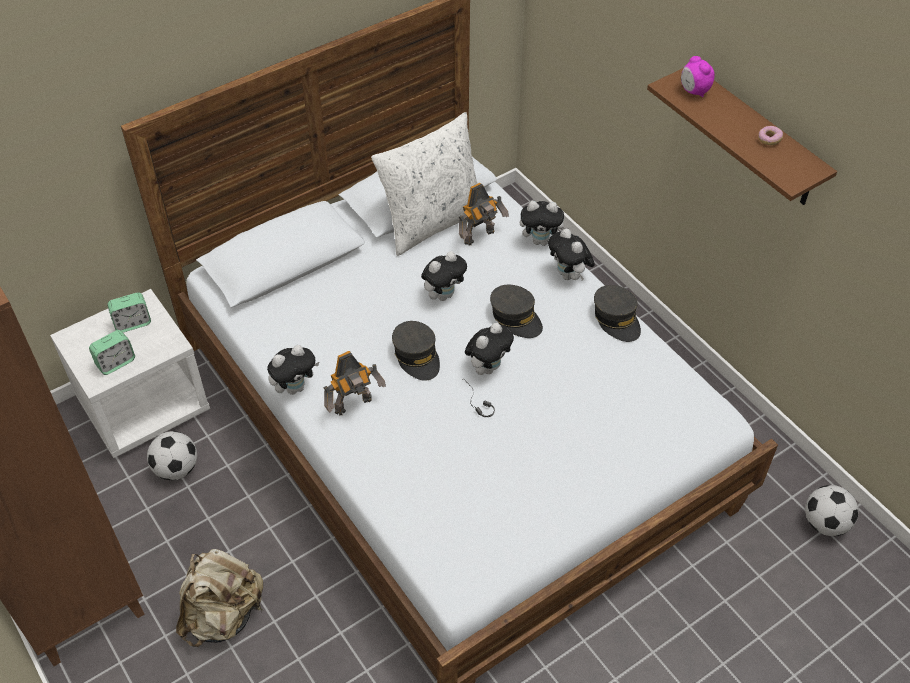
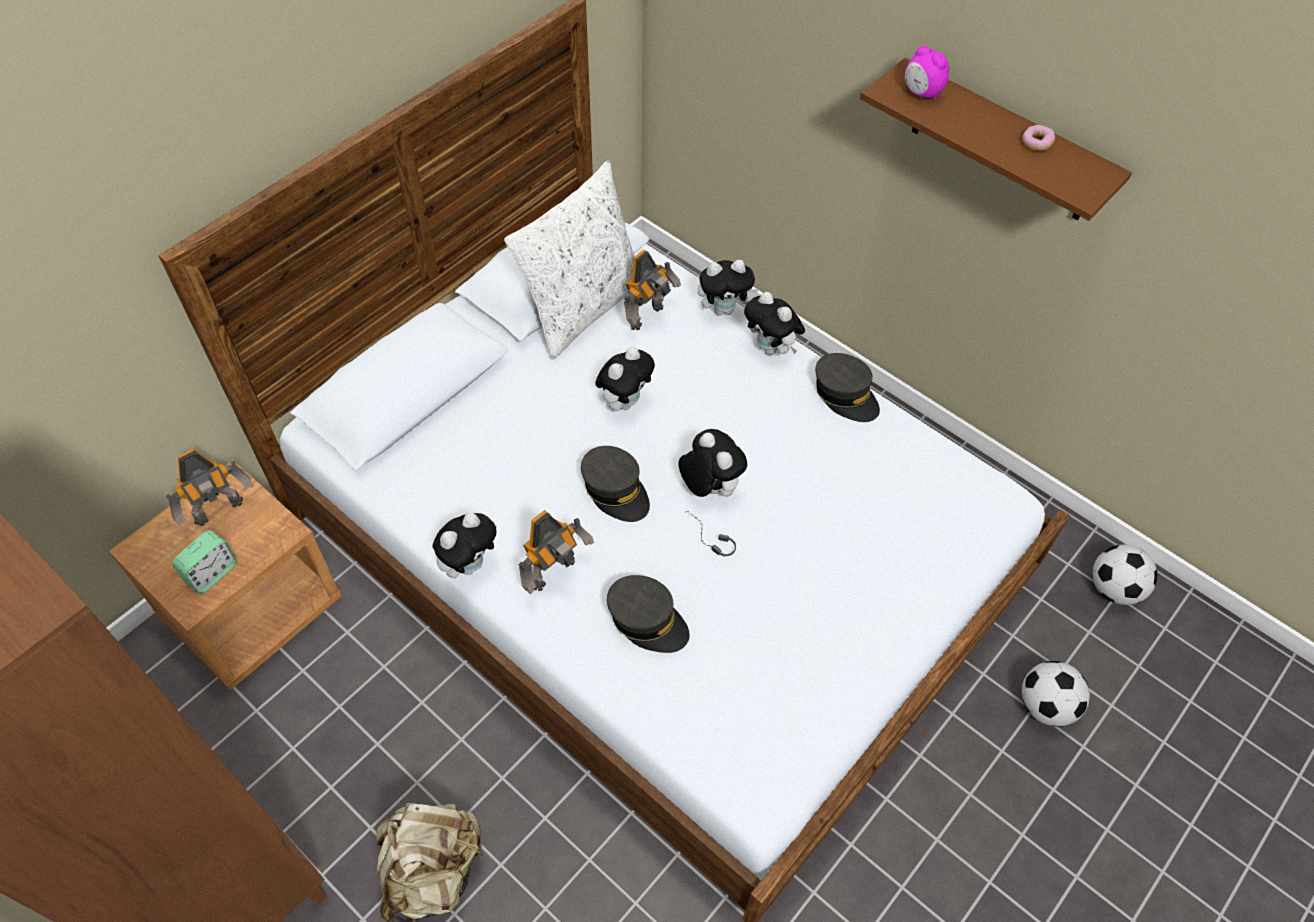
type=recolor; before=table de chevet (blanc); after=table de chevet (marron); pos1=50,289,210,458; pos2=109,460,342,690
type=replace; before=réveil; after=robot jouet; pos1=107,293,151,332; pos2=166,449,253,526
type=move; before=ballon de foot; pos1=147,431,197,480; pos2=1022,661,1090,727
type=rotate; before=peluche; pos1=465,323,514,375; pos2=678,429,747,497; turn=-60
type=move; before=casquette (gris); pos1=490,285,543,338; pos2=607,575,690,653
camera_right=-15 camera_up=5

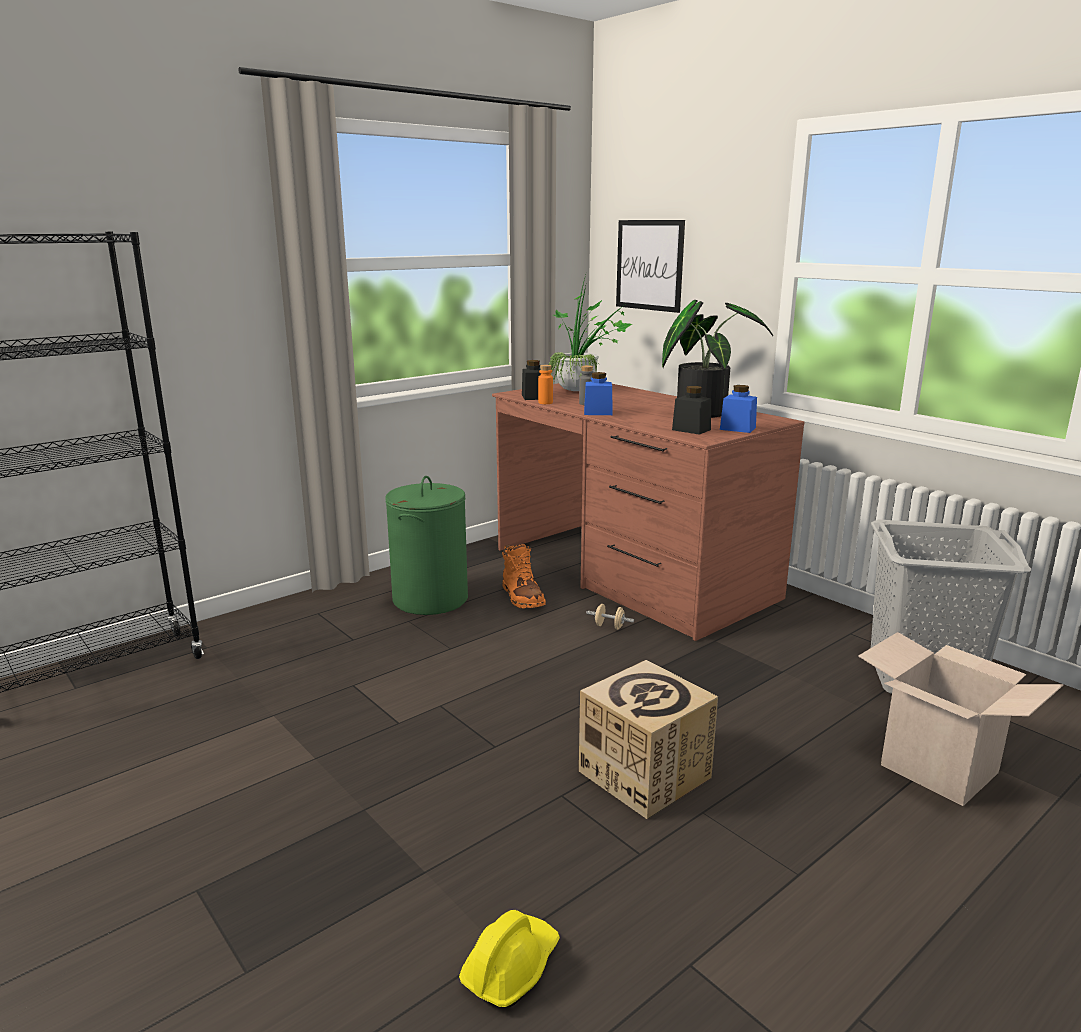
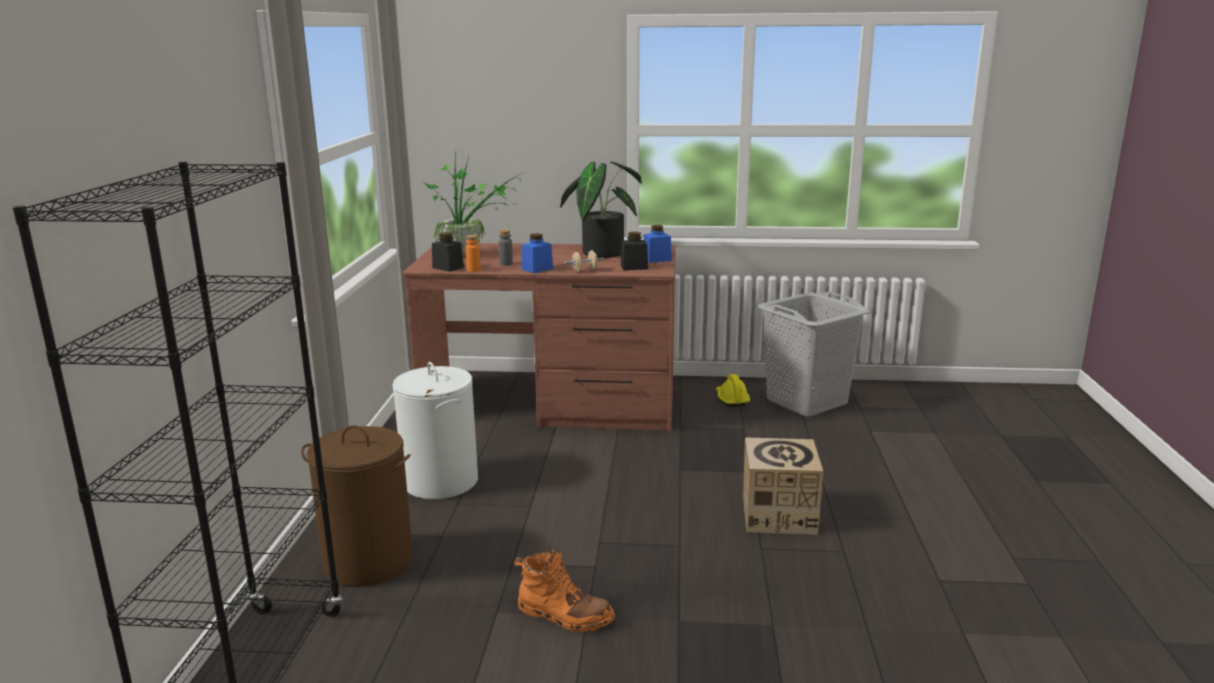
type=recolor; before=panier à linge (vert); after=panier à linge (blanc); pos1=385,476,468,615; pos2=392,362,478,499
type=move; before=casque de chantier (jaune); pos1=459,910,560,1007; pos2=716,374,750,406
type=move; before=botte (orange); pos1=502,544,546,609; pos2=513,550,615,632
type=move; before=haltère (beige); pos1=586,604,634,630; pos2=564,250,605,272
type=delete; before=tableau; pos1=616,220,685,313
type=delete; before=carton; pos1=858,632,1063,806
type=insert; after=panier à linge (marron); pos2=301,425,413,587
camera_right=-45 camera_up=0

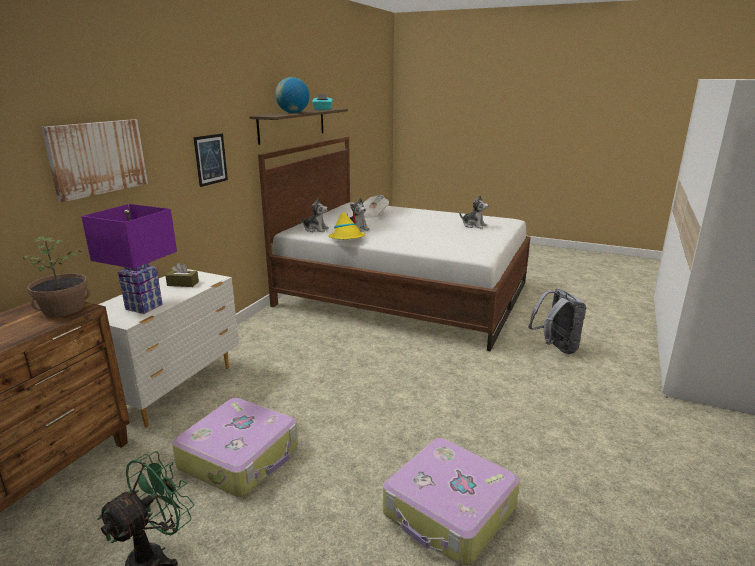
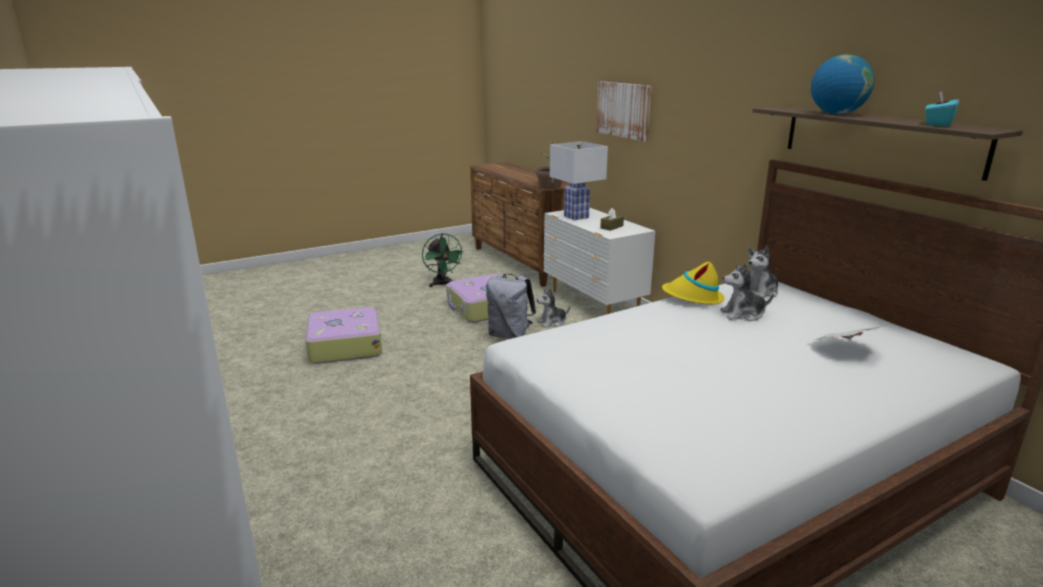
type=recolor; before=lampe de table (violet); after=lampe de table (blanc); pos1=81,204,177,314; pos2=550,141,608,220
type=delete; before=tableau; pos1=193,133,228,187
type=move; before=peluche; pos1=459,195,489,229; pos2=537,289,570,328
type=move; before=sac à dos (gris); pos1=528,288,586,354; pos2=486,274,536,339
camera_right=125 camera_up=0

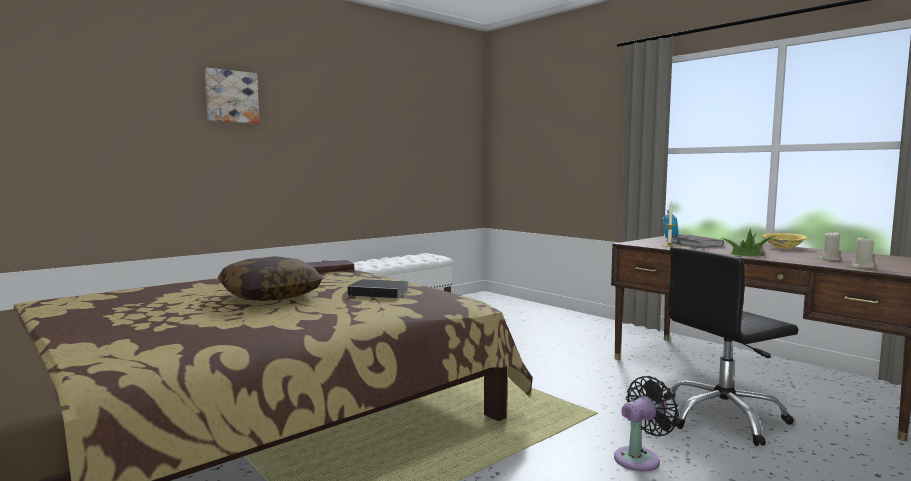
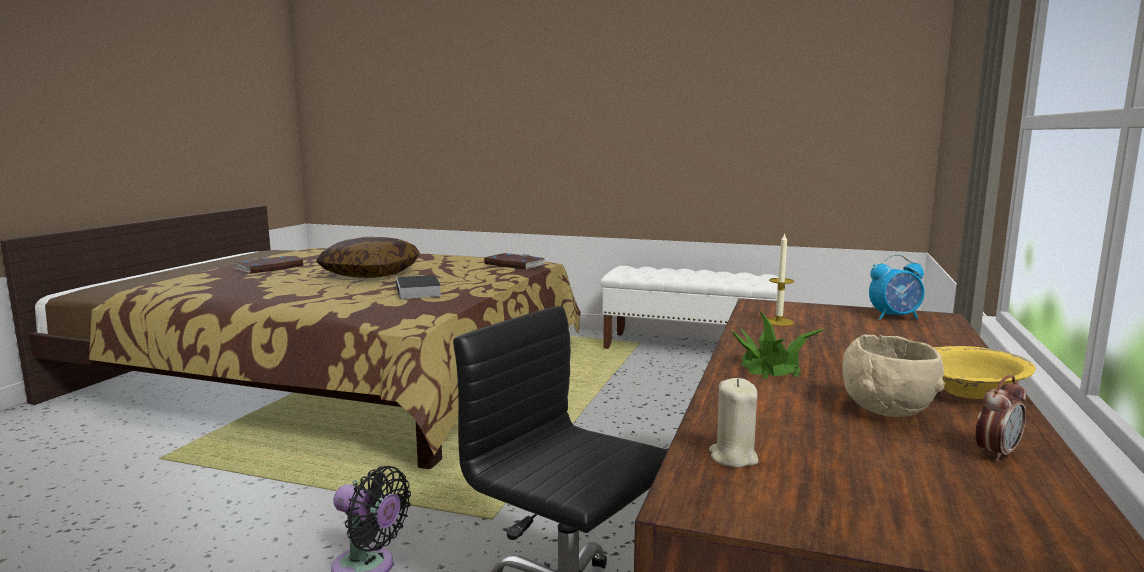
type=delete; before=tableau; pos1=205,68,259,124
type=move; before=livre; pos1=666,235,724,248; pos2=235,256,304,274
type=delete; before=bougie (beige); pos1=821,231,840,260
type=insert; after=bol (beige); pos2=843,335,945,417
type=insert; after=réveil; pos2=975,375,1027,462
camera_right=60 camera_up=5

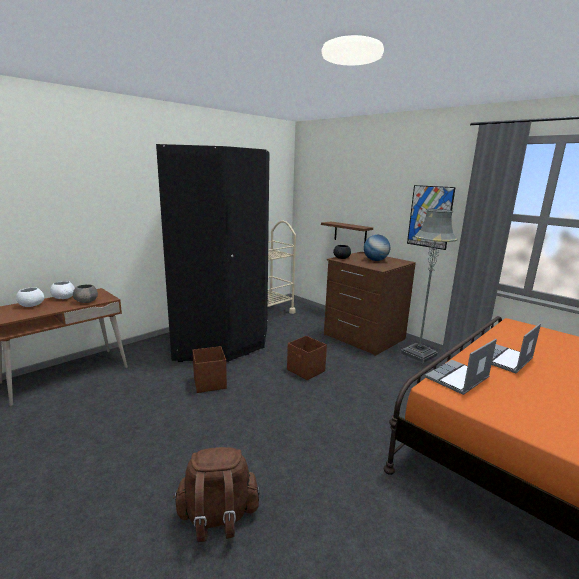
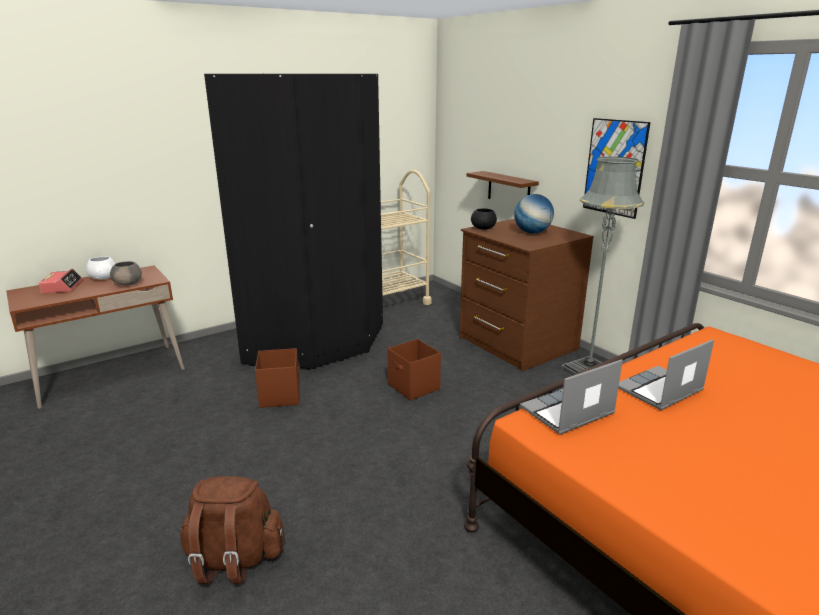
type=replace; before=bol (blanc); after=réveil; pos1=16,287,44,307; pos2=38,269,83,293
camera_right=10 camera_up=5

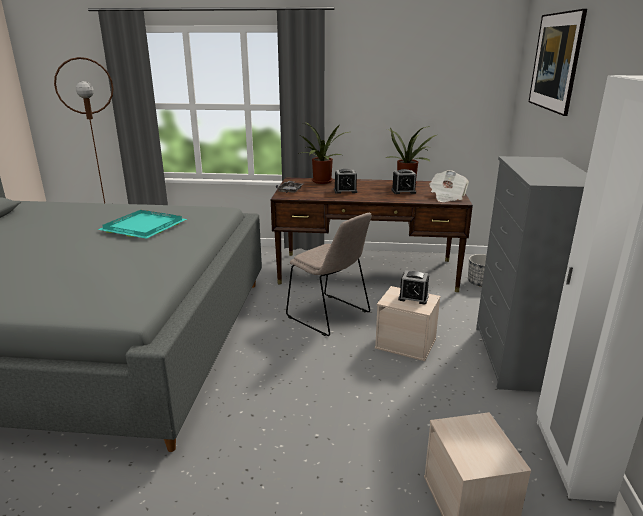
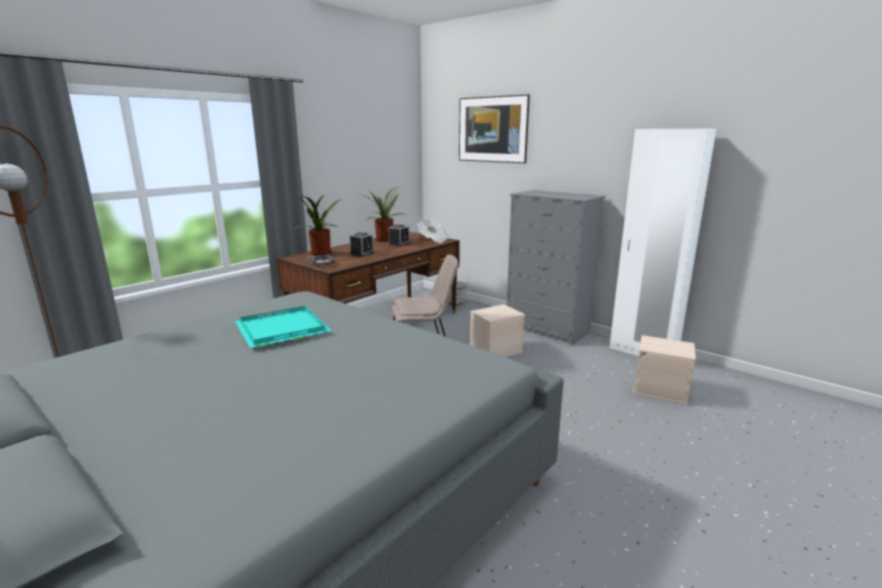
type=delete; before=réveil; pos1=398,270,429,305
camera_right=-55 camera_up=-5

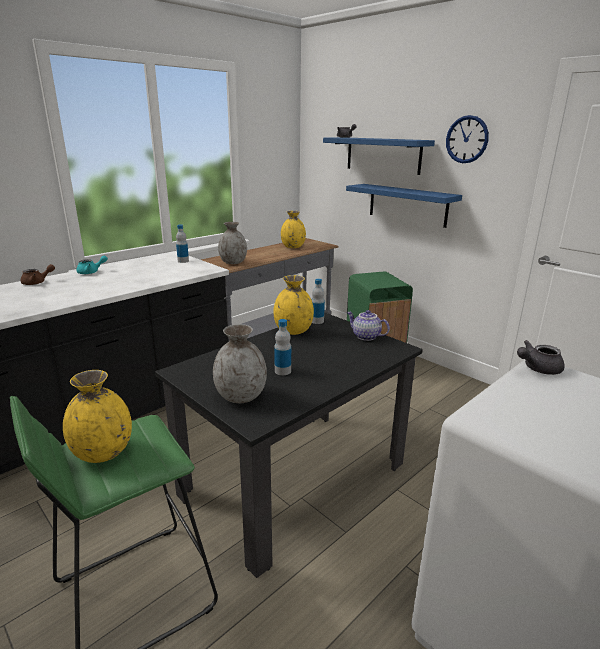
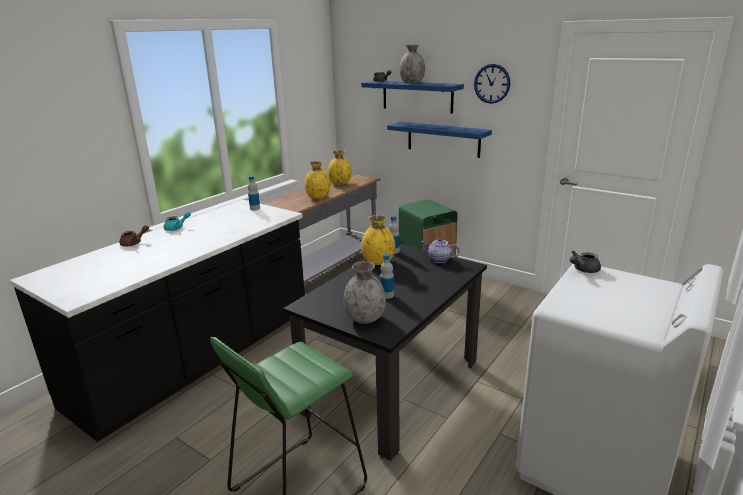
type=move; before=vase (jaune); pos1=63,370,132,463; pos2=305,161,330,199
type=move; before=vase (gris); pos1=218,222,247,264; pos2=399,45,425,83
camera_right=-10 camera_up=0

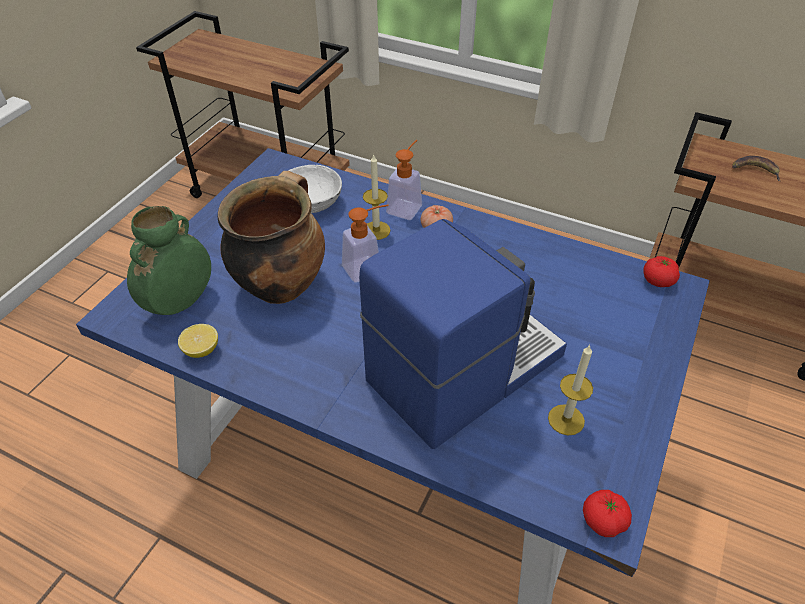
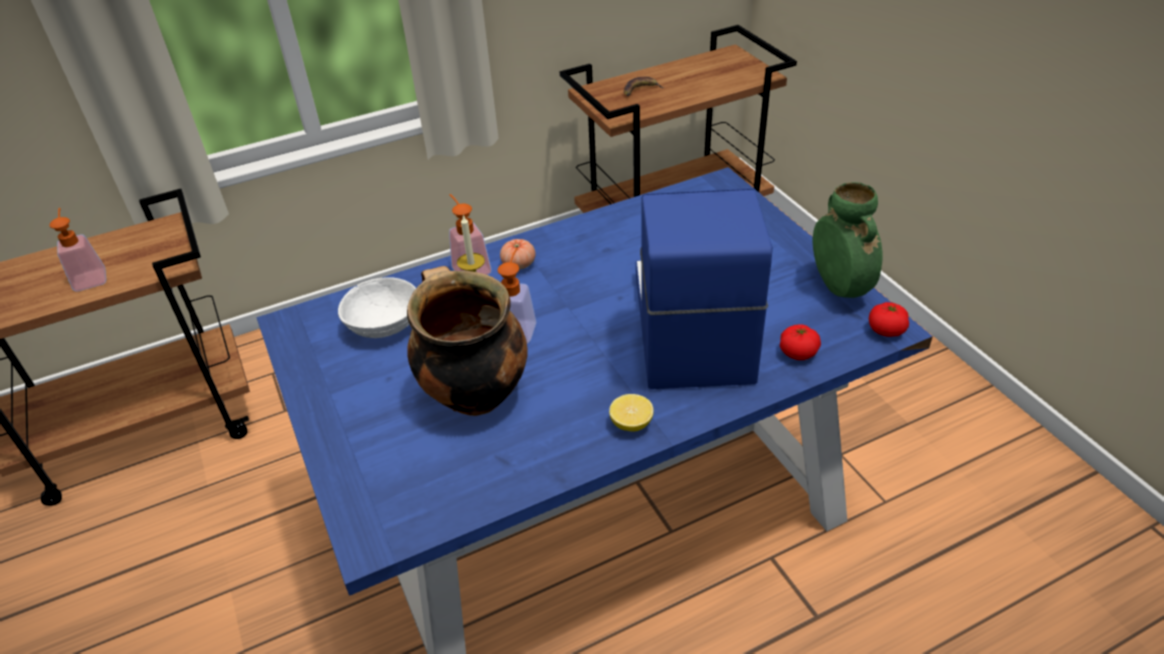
type=move; before=vase (vert); pos1=127,206,211,315; pos2=813,182,883,298
type=move; before=citron; pos1=178,324,218,358; pos2=609,394,654,432
type=delete; before=bougie; pos1=548,344,593,435
type=move; before=tomate; pos1=643,256,680,287; pos2=780,324,821,360
type=insert; after=distributeur de savon; pos2=49,208,106,292
camera_right=-50 camera_up=-5

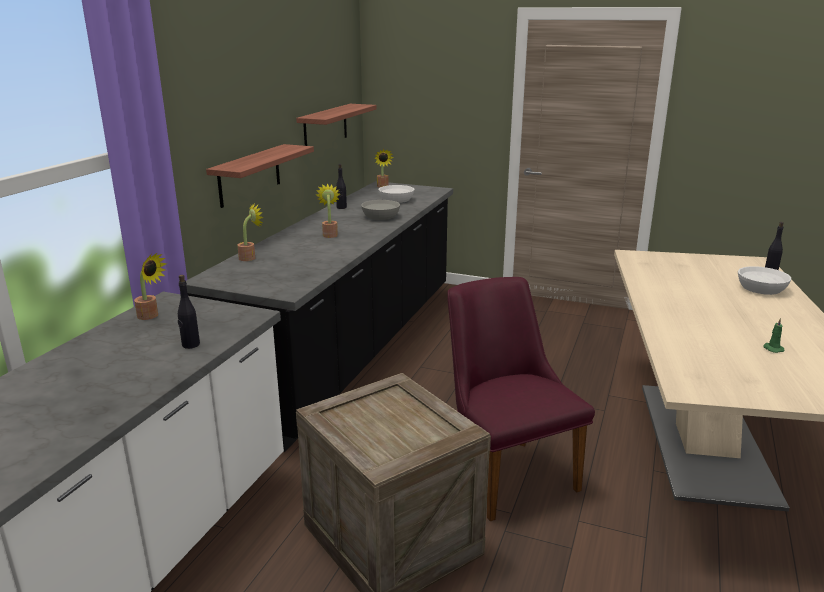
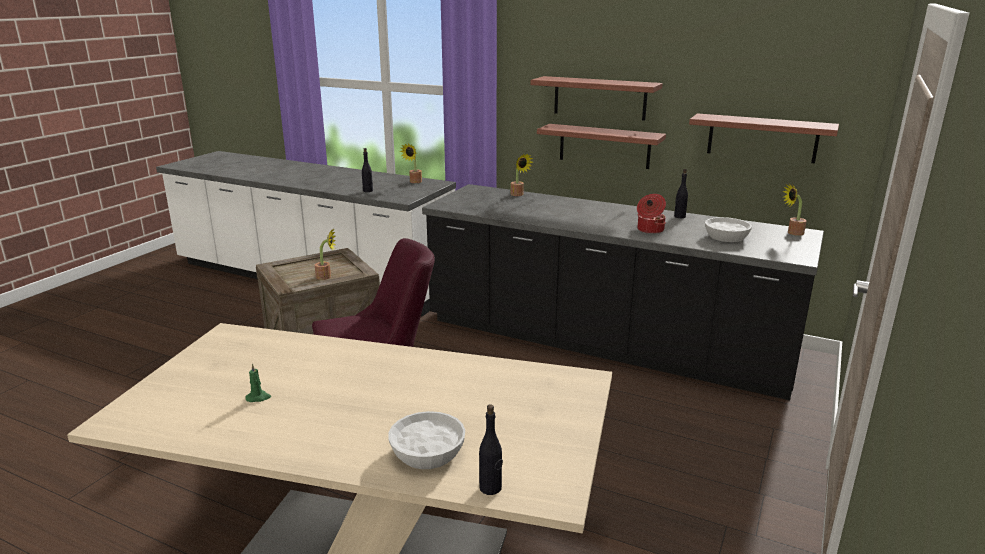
type=move; before=plante en pot; pos1=316,183,340,238; pos2=315,229,336,280
type=replace; before=bol (gris); after=marmite; pos1=361,200,400,220; pos2=637,194,666,234
type=insert; after=étagère; pos2=531,76,663,121
camera_right=95 camera_up=0

